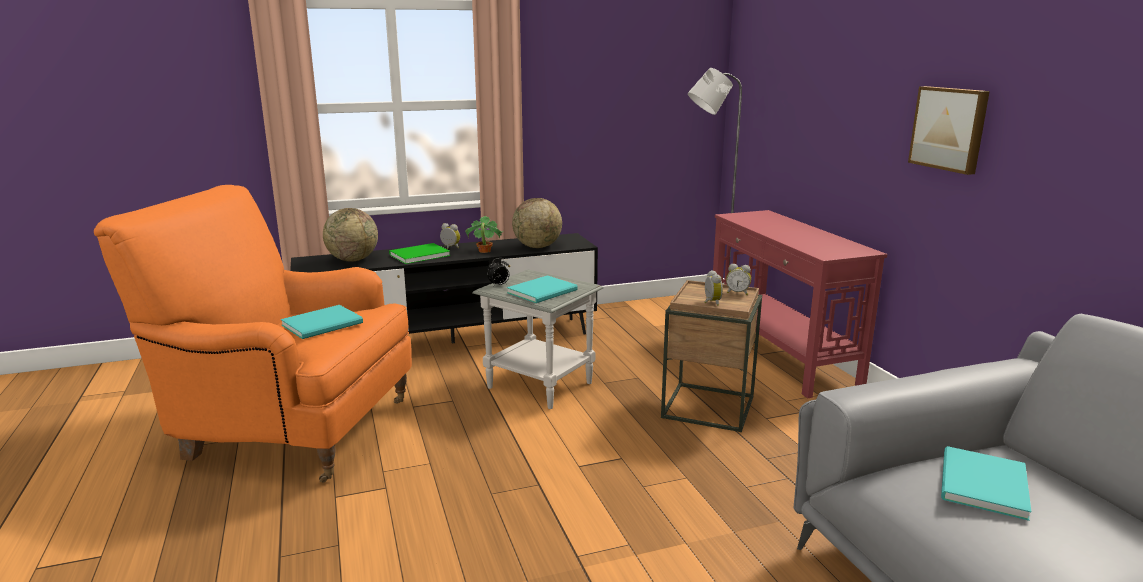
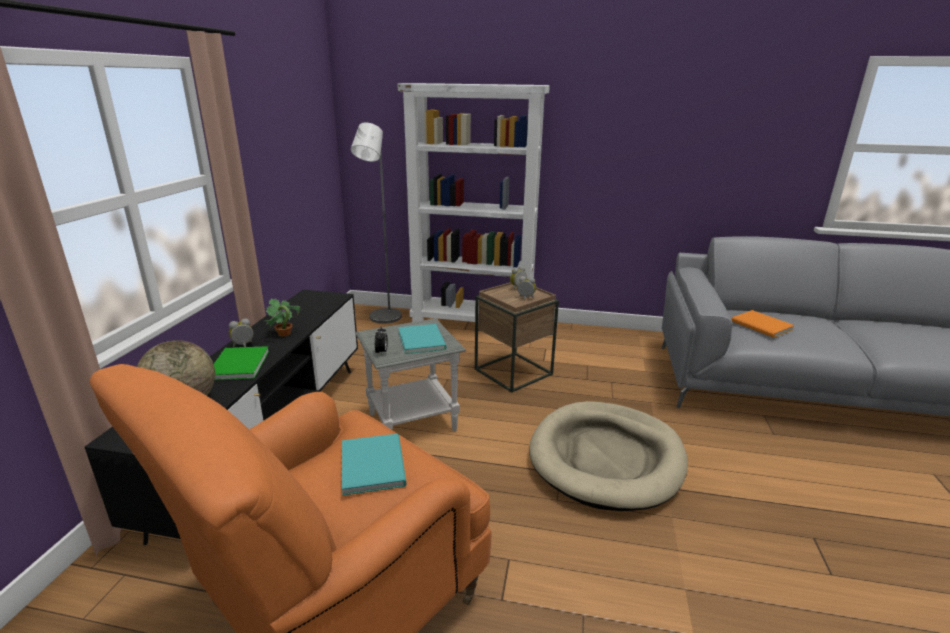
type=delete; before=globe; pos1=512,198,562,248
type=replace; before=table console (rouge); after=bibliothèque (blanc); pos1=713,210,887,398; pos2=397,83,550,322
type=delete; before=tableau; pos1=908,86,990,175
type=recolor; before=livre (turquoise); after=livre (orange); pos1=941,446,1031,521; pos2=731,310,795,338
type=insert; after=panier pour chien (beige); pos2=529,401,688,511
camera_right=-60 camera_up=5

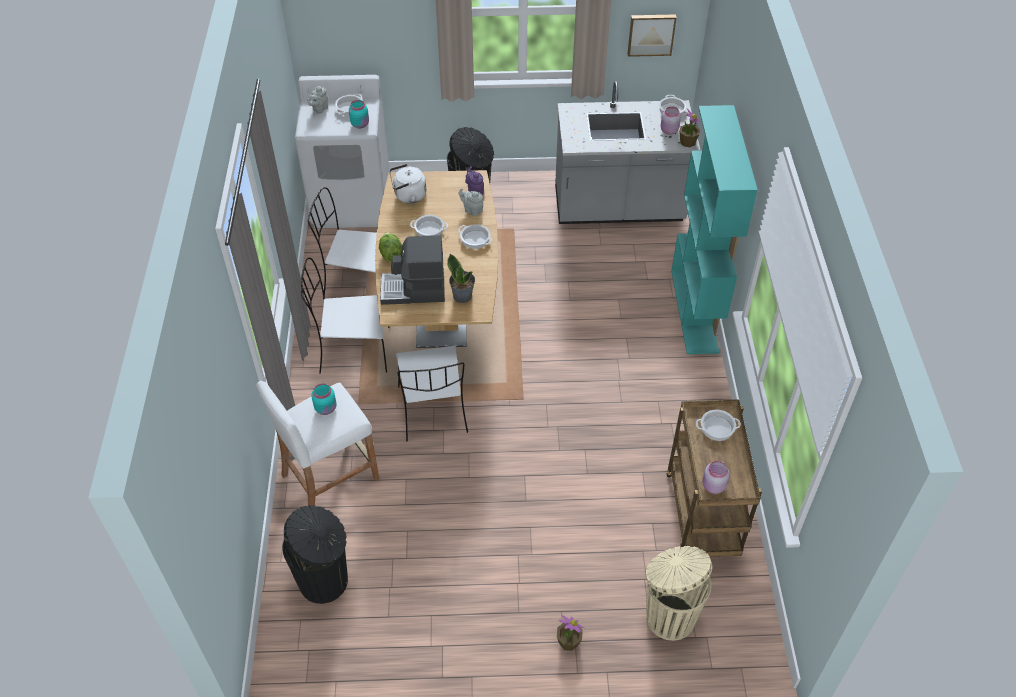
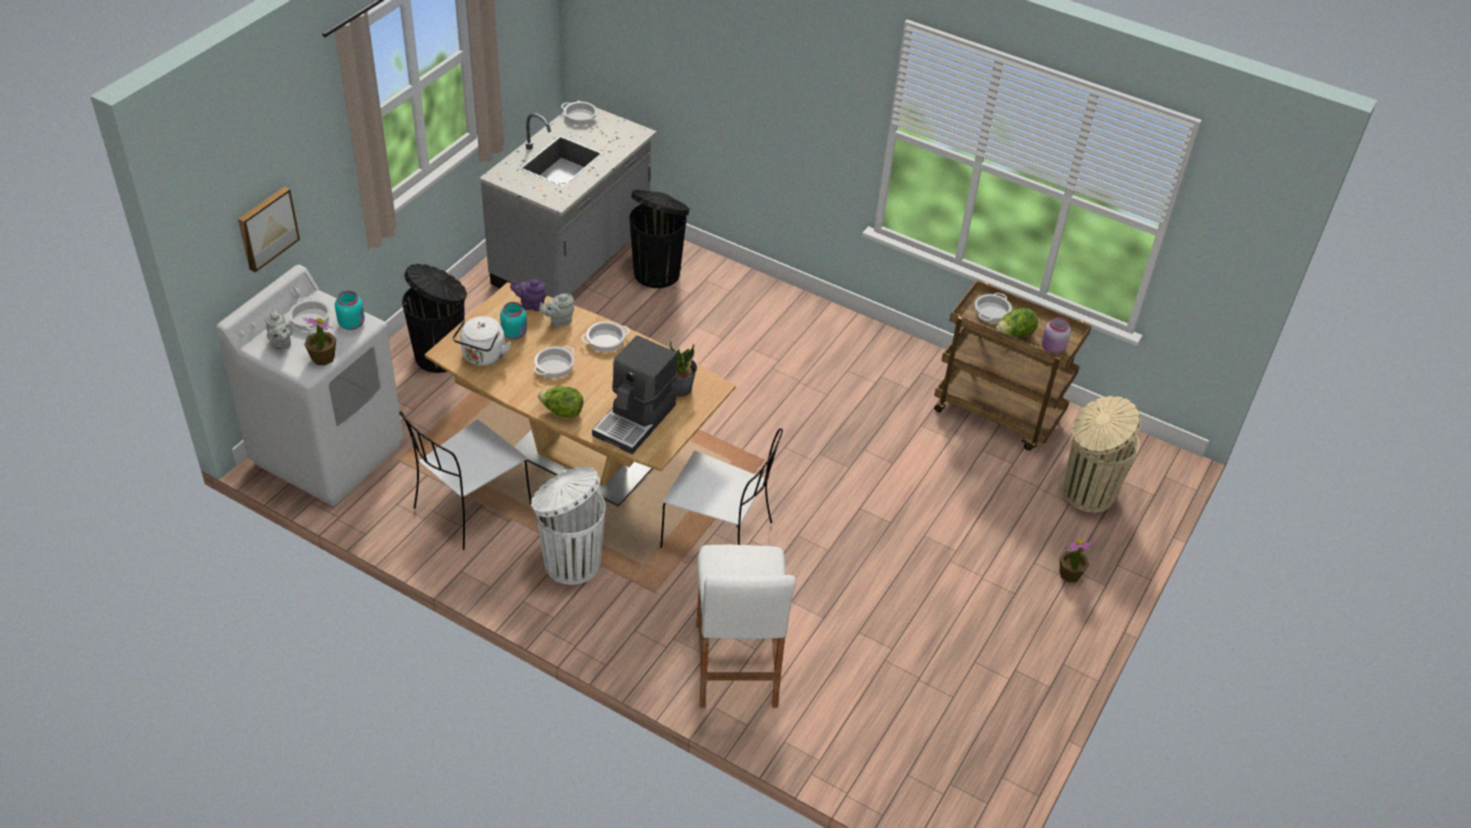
type=move; before=poubelle (noir); pos1=282,505,348,604; pos2=629,190,690,288
type=replace; before=chaise (blanc); after=poubelle (blanc); pos1=301,258,389,374; pos2=531,466,606,585
type=move; before=bocal (turquoise); pos1=311,383,337,415; pos2=500,302,527,340
type=move; before=tableau; pos1=628,14,677,57; pos2=238,187,300,272
type=delete; before=bocal (rose); pos1=661,106,681,135
type=delete; before=bibliothèque (turquoise); pos1=671,105,757,354
type=move; before=plante en pot; pos1=679,108,700,147; pos2=304,318,336,365
type=insert; after=laitue; pos2=996,308,1038,337
camera_right=-60 camera_up=-5

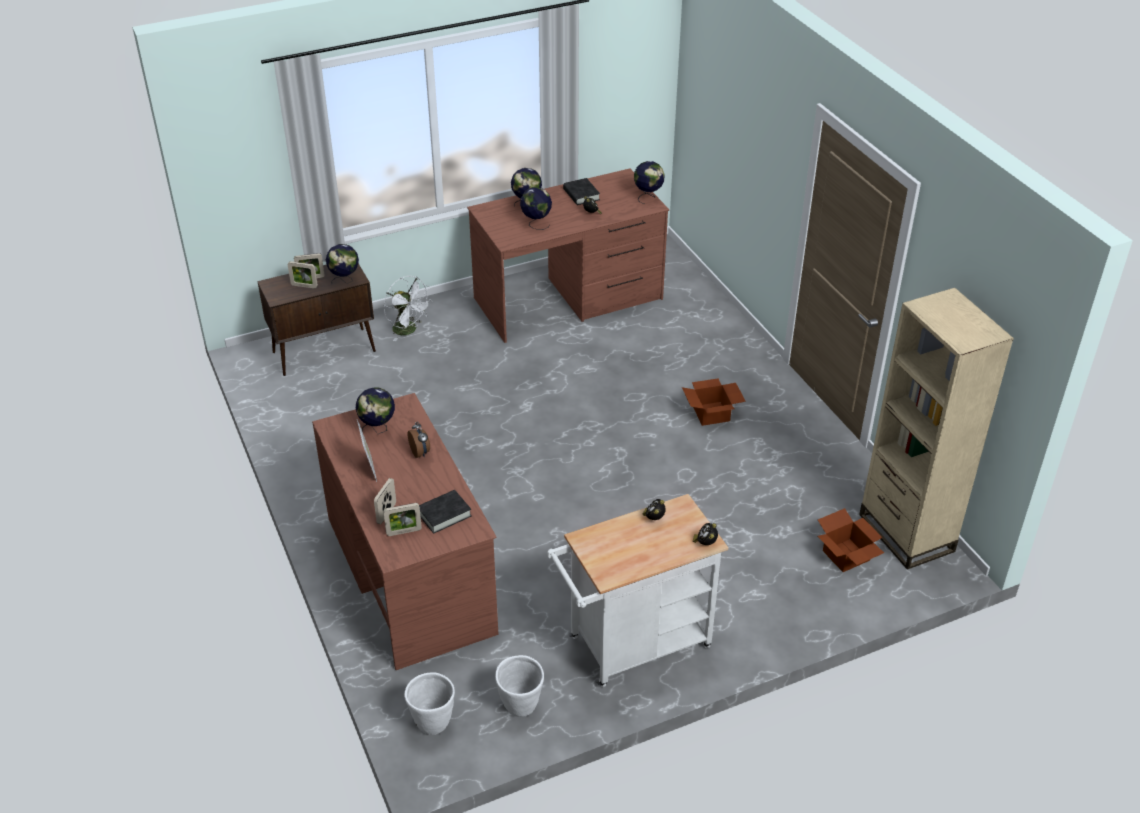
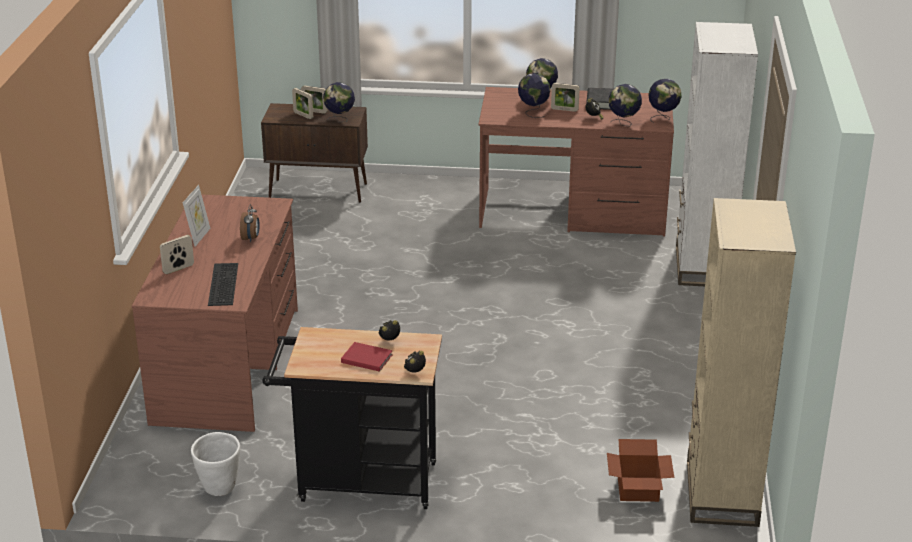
type=move; before=globe; pos1=356,387,395,434; pos2=609,84,642,126
type=move; before=cadre photo; pos1=383,503,422,536; pos2=551,83,580,112
type=delete; before=ventilateur (blanc); pos1=384,276,433,341
type=delete; before=cache-pot (blanc); pos1=404,672,455,735
type=replace; before=livre (noir); after=clavier; pos1=419,490,472,534; pos2=208,263,238,306
type=recolor; before=chariot (blanc); after=chariot (noir); pos1=547,494,729,687; pos2=262,327,442,509
type=delete; before=carton; pos1=682,378,746,426
type=insert; after=livre (rouge); pos2=341,342,393,372
type=insert; after=bibliothèque (blanc); pos2=676,22,758,286
camera_right=30 camera_up=-10

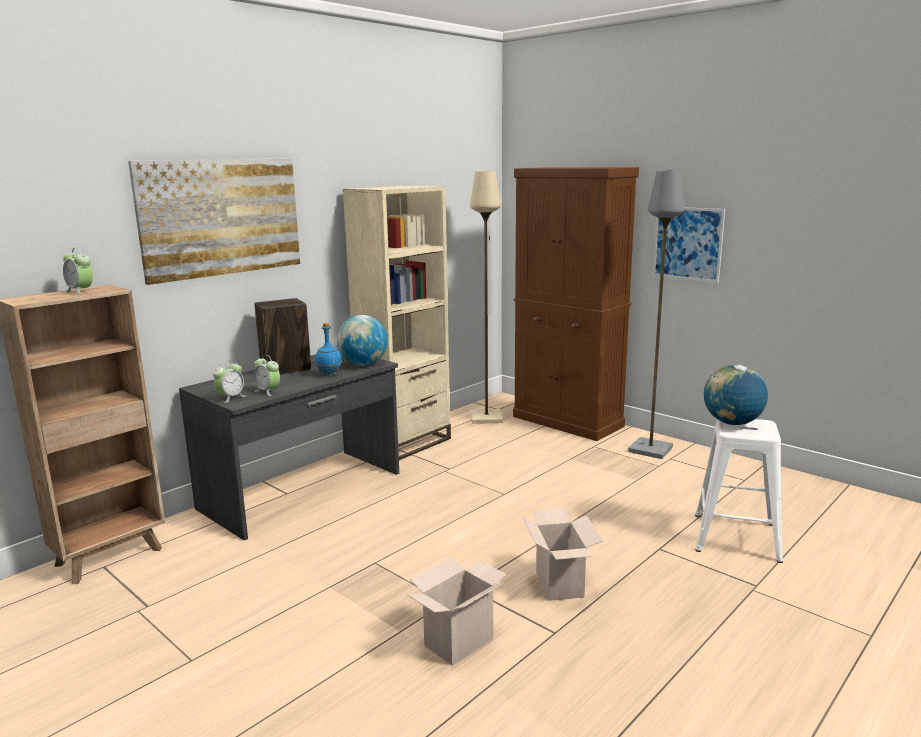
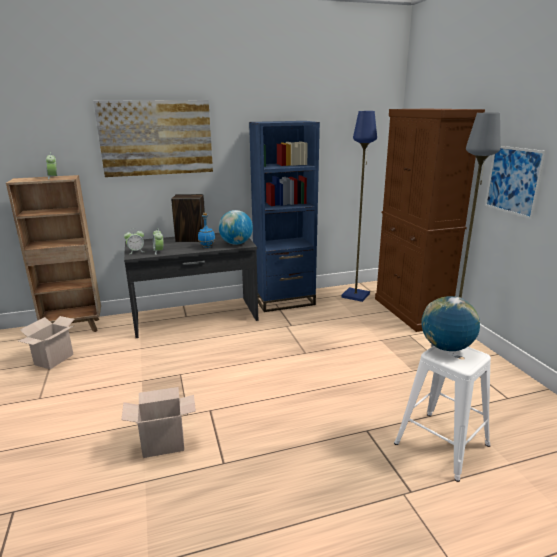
type=recolor; before=bibliothèque (beige); after=bibliothèque (bleu); pos1=343,186,451,460; pos2=249,121,320,312
type=recolor; before=lampadaire (beige); after=lampadaire (bleu); pos1=470,171,503,424; pos2=341,111,377,302
type=move; before=carton; pos1=523,508,603,601; pos2=18,316,75,369
camera_right=30 camera_up=5

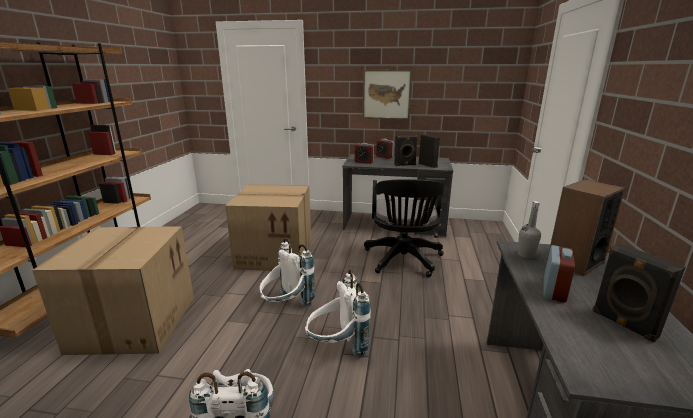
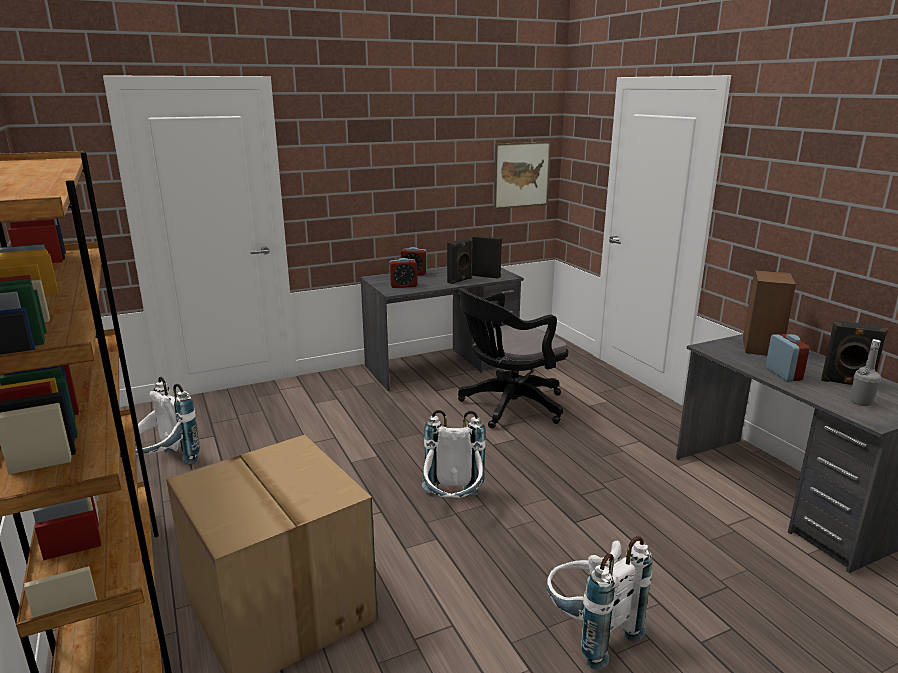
type=delete; before=carton; pos1=226,184,311,271
type=move; before=sac à dos (blanc); pos1=305,269,371,358; pos2=136,377,200,464
type=move; before=tableau; pos1=363,70,412,119; pos2=494,141,551,209
type=rotate; before=chaise de bureau (noir); pos1=364,179,445,278; pos2=458,288,568,429; turn=90
type=move; before=bouteille (gris); pos1=518,201,541,259; pos2=851,339,881,406
camera_right=-35 camera_up=0

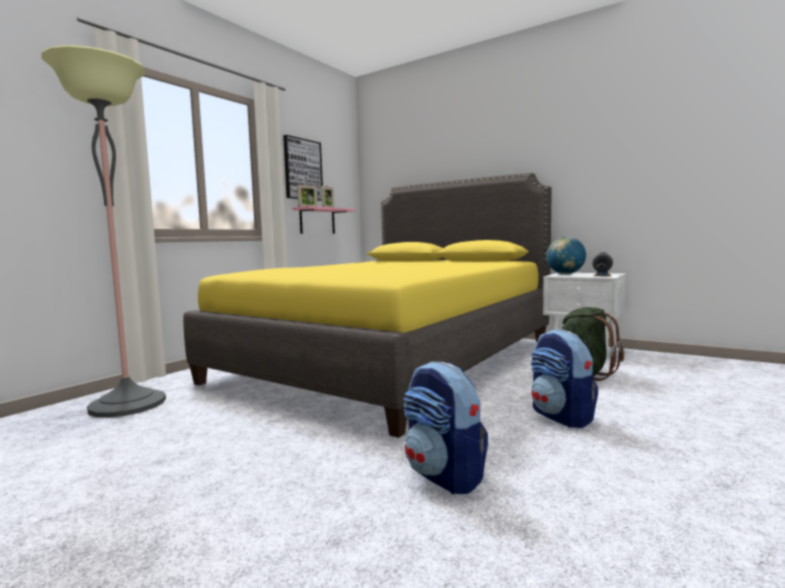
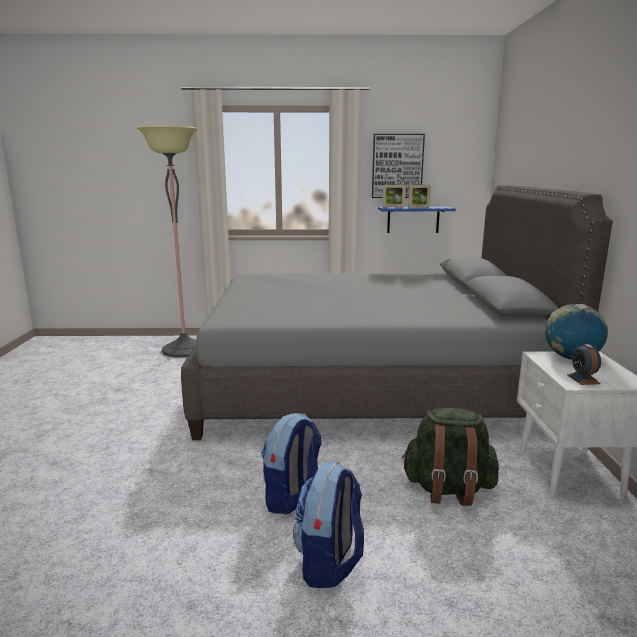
type=recolor; before=lit (jaune); after=lit (gris); pos1=183,173,552,438; pos2=181,185,613,440
type=recolor; before=étagère (rose); after=étagère (bleu); pos1=292,206,355,234; pos2=378,207,456,233
type=move; before=sac à dos; pos1=403,362,488,494; pos2=293,461,364,588
camera_right=55 camera_up=10

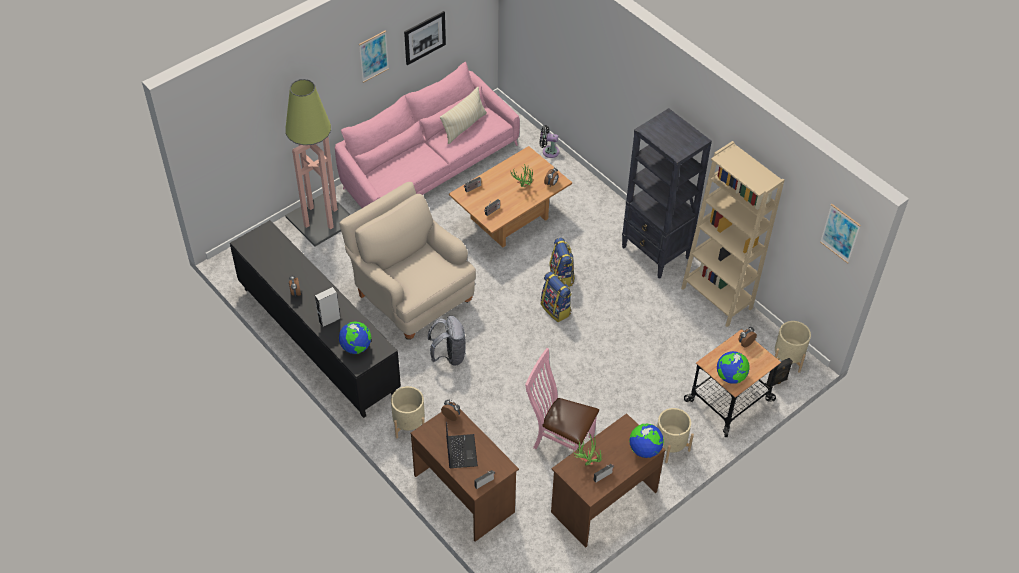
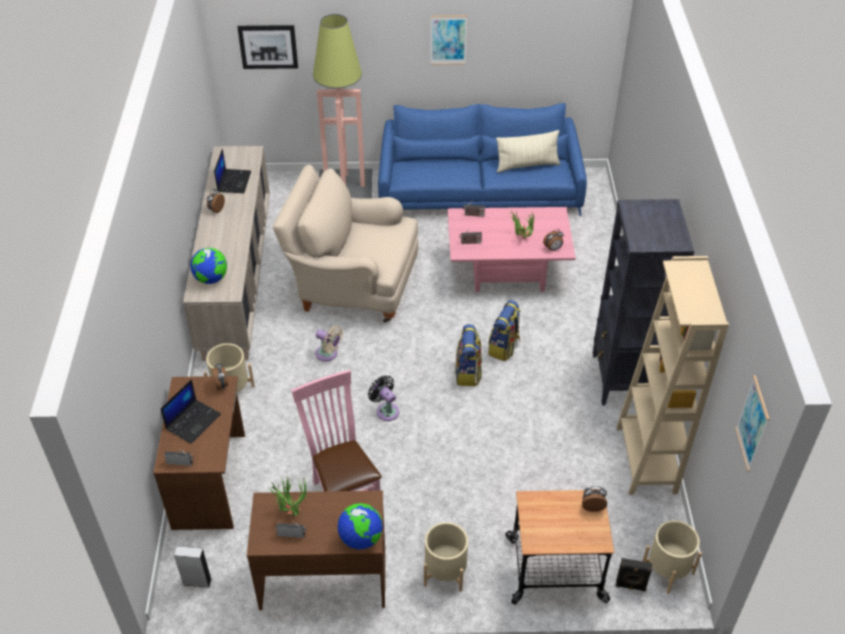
type=recolor; before=meuble de rangement (noir); after=meuble de rangement (beige); pos1=230,220,401,418; pos2=183,146,270,361
type=move; before=enceinte (gris); pos1=315,287,341,328; pos2=174,546,212,588
type=recolor; before=canapé (rose); after=canapé (bleu); pos1=335,62,520,208; pos2=378,103,587,216
type=rotate; before=fauteuil (beige); pos1=340,182,476,340; pos2=273,165,418,323; turn=-75
type=move; before=tableau; pos1=404,11,446,65; pos2=237,25,298,69
type=replace; before=sac à dos (gris); after=ventilateur (beige); pos1=428,316,466,366; pos2=315,325,343,361
type=recolor; before=table basse (marron); after=table basse (rose); pos1=449,146,572,247; pos2=448,207,576,292
type=move; before=ventilateur (noir); pos1=540,125,559,158; pos2=368,375,399,421
type=delete; before=globe; pos1=717,351,750,384
type=insert; after=ordinateur portable; pos2=214,148,251,193
camera_right=40 camera_up=-5

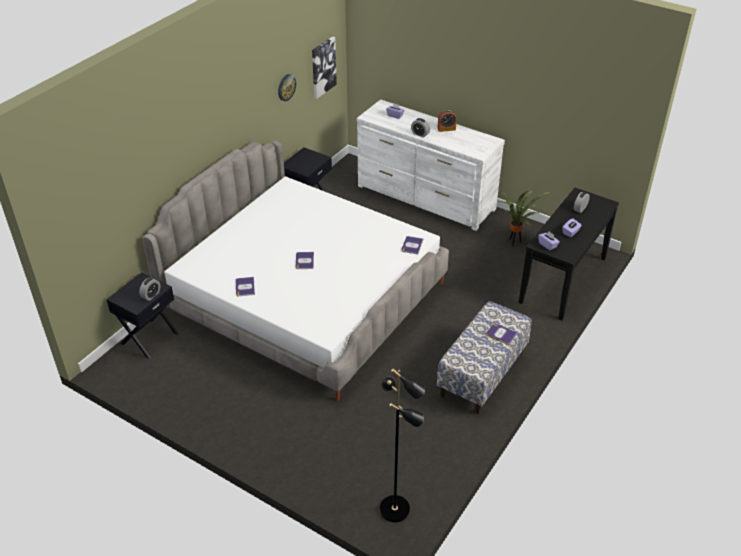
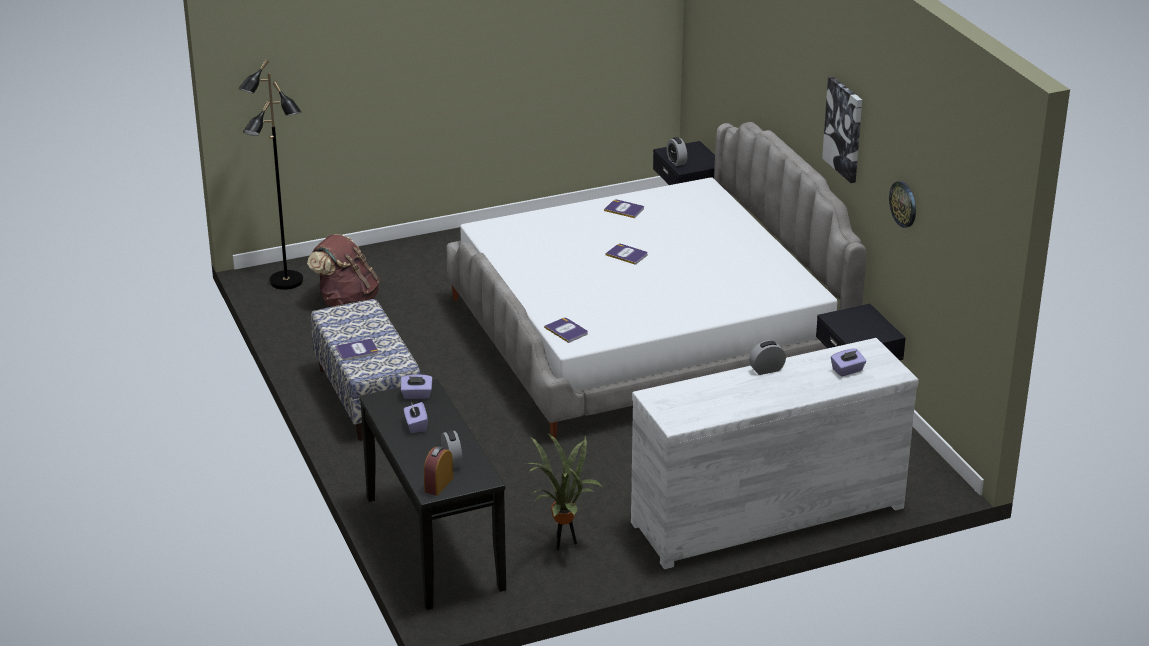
type=move; before=tableau; pos1=312,36,337,99; pos2=822,76,862,183
type=move; before=réveil; pos1=438,109,457,132; pos2=424,446,453,496
type=insert; after=sac à dos (marron); pos2=307,234,380,307
camera_right=125 camera_up=-10

